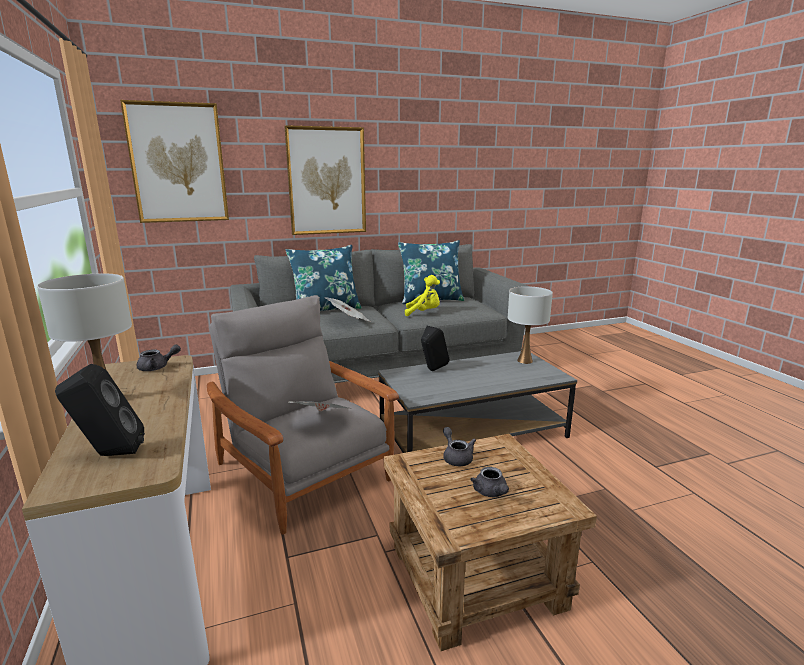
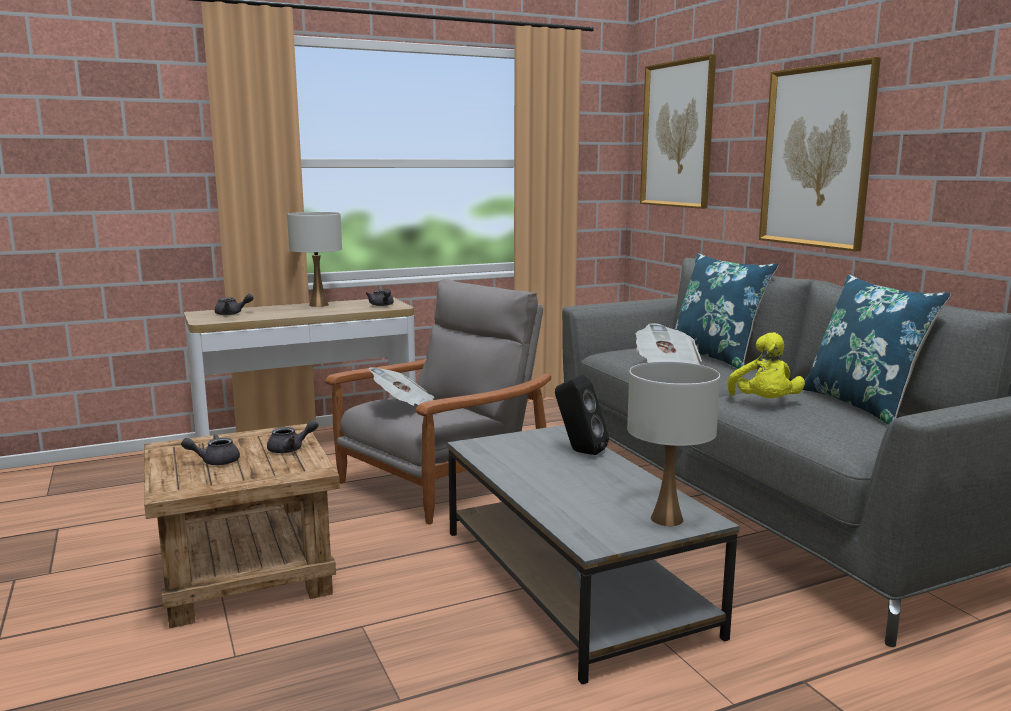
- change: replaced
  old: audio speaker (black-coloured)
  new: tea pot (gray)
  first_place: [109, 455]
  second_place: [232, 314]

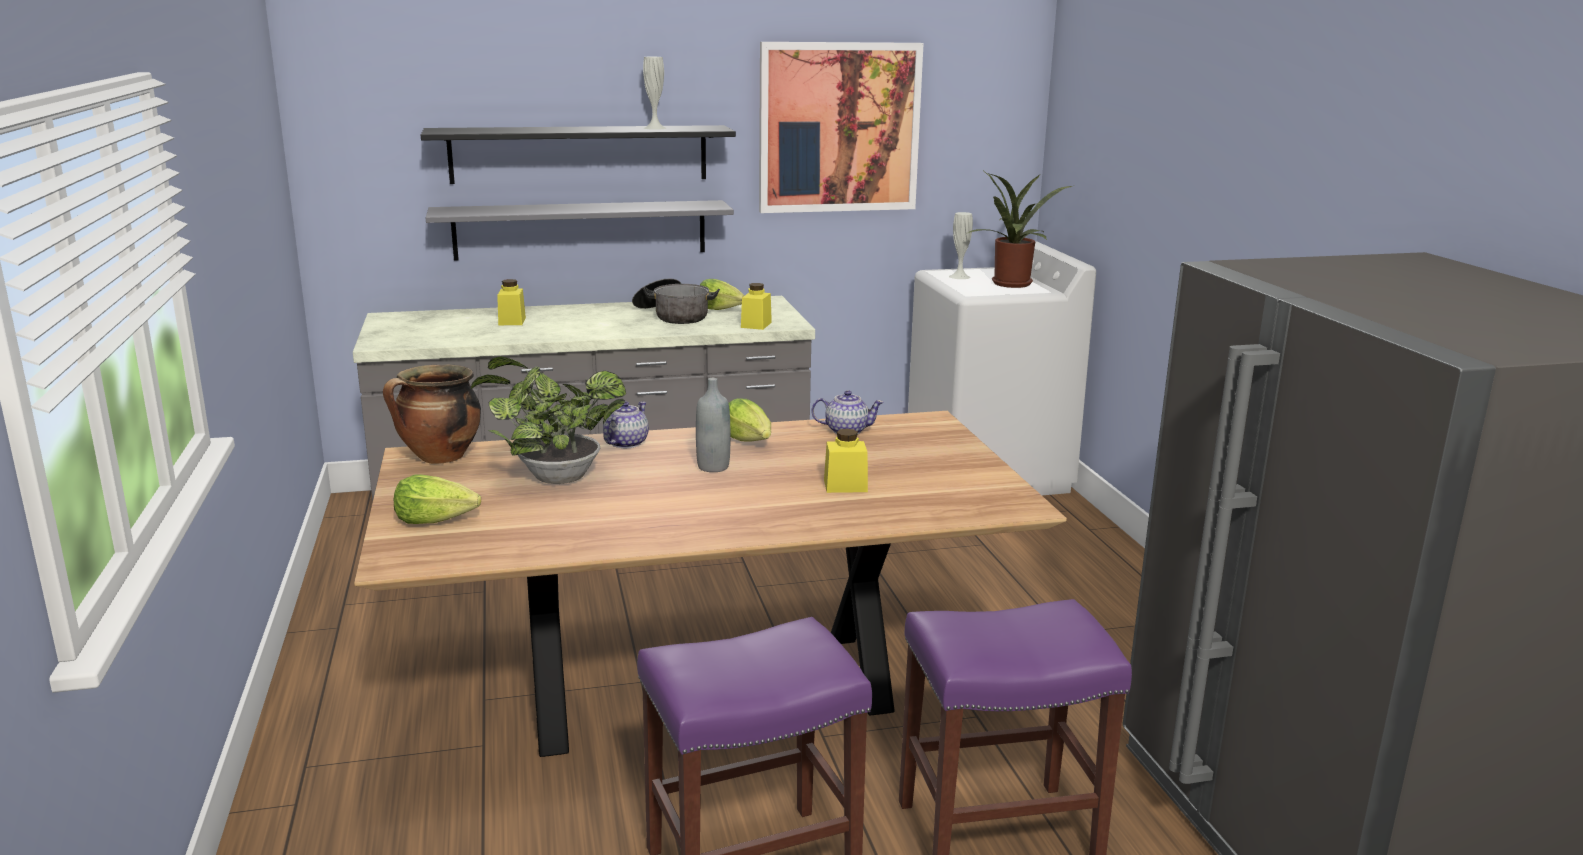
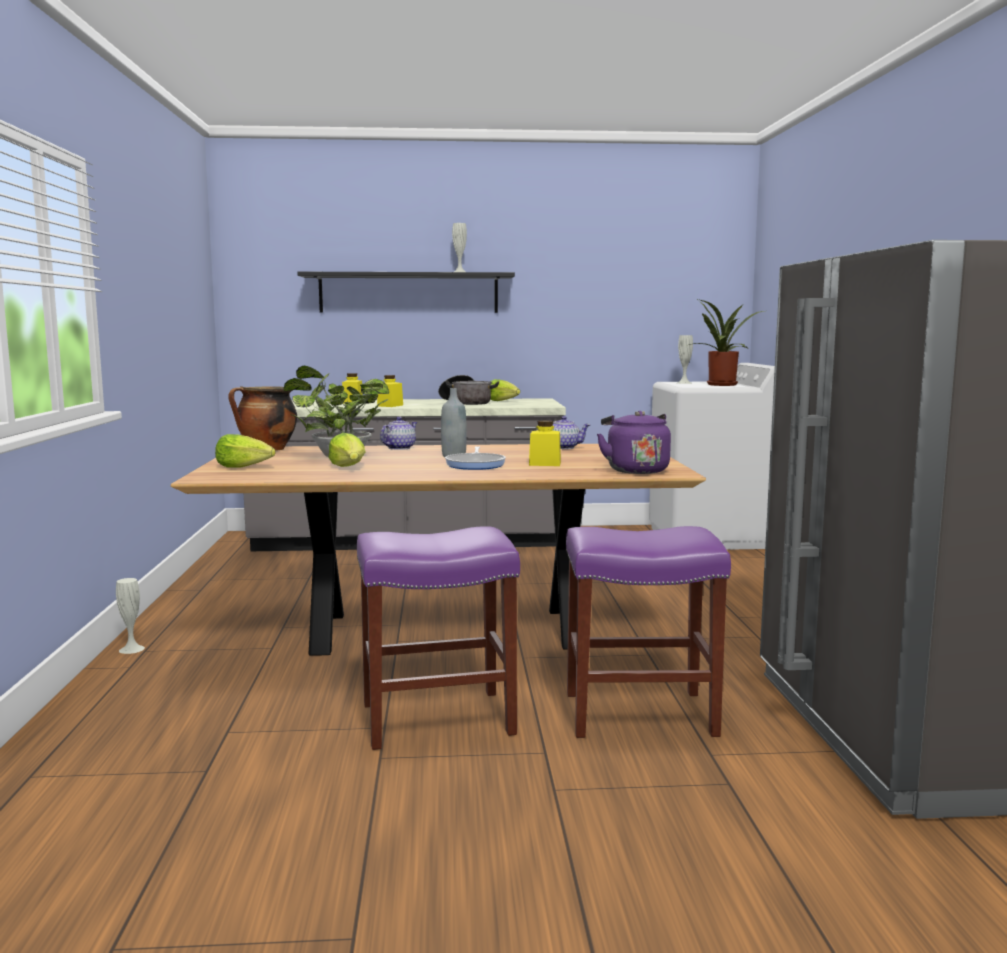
- change: removed
  old: wall shelf (gray)
  first_place: [580, 229]
- change: removed
  old: wall art
  first_place: [839, 128]
- change: added
  new: vase (white)
  second_place: [131, 649]
- change: added
  new: skillet
  second_place: [476, 465]
- change: added
  new: tea kettle (purplish)
  second_place: [635, 470]
- change: moved
  old: lettuce
  first_place: [749, 440]
  second_place: [349, 467]
- change: moved
  old: preserve jar (yellowish)
  first_place: [756, 325]
  second_place: [390, 405]

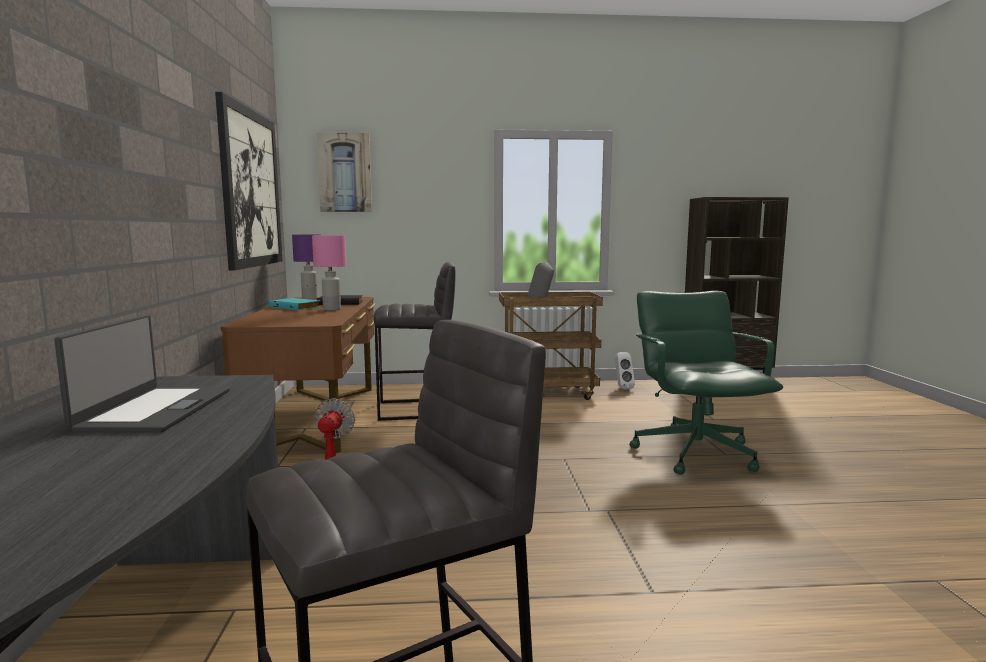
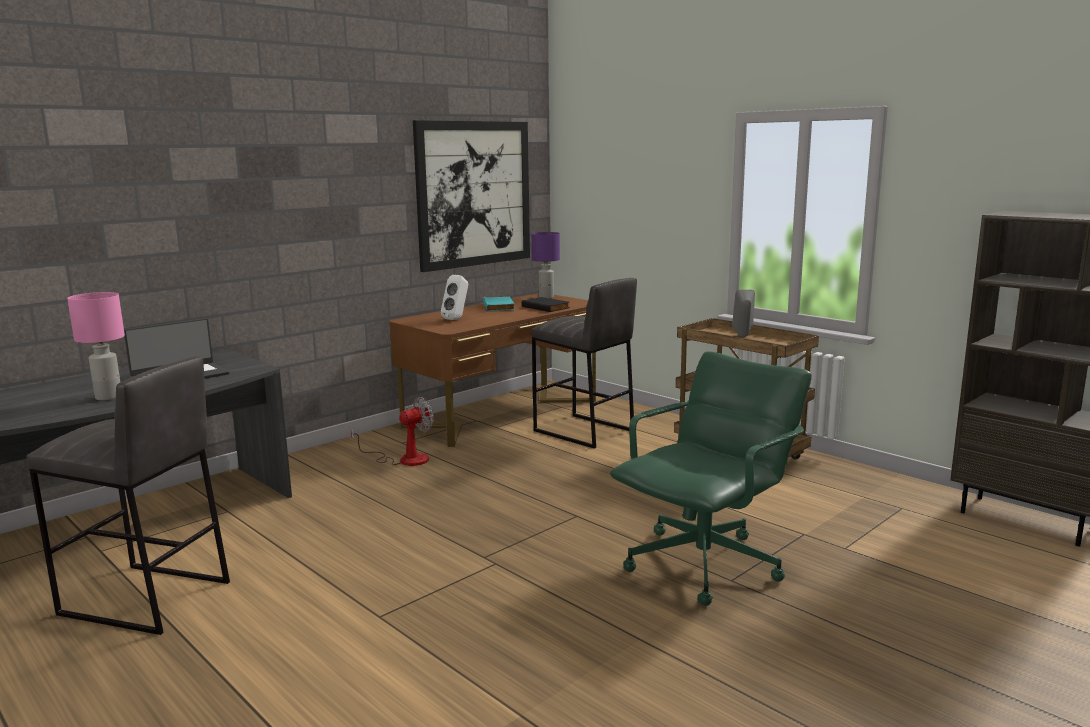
- change: removed
  old: wall art
  first_place: [345, 173]
- change: moved
  old: lamp for a table (pink)
  first_place: [331, 309]
  second_place: [108, 397]
- change: moved
  old: audio speaker (white)
  first_place: [622, 388]
  second_place: [457, 319]

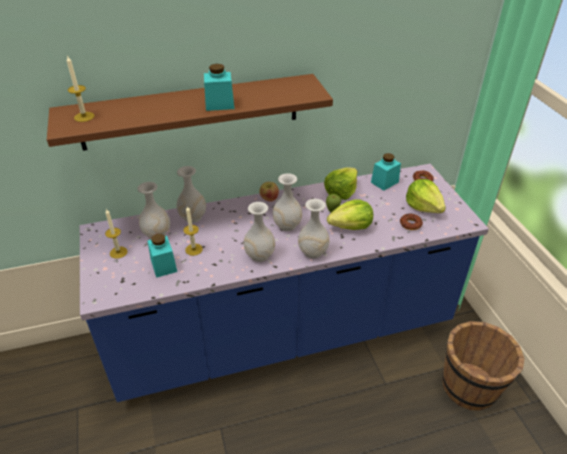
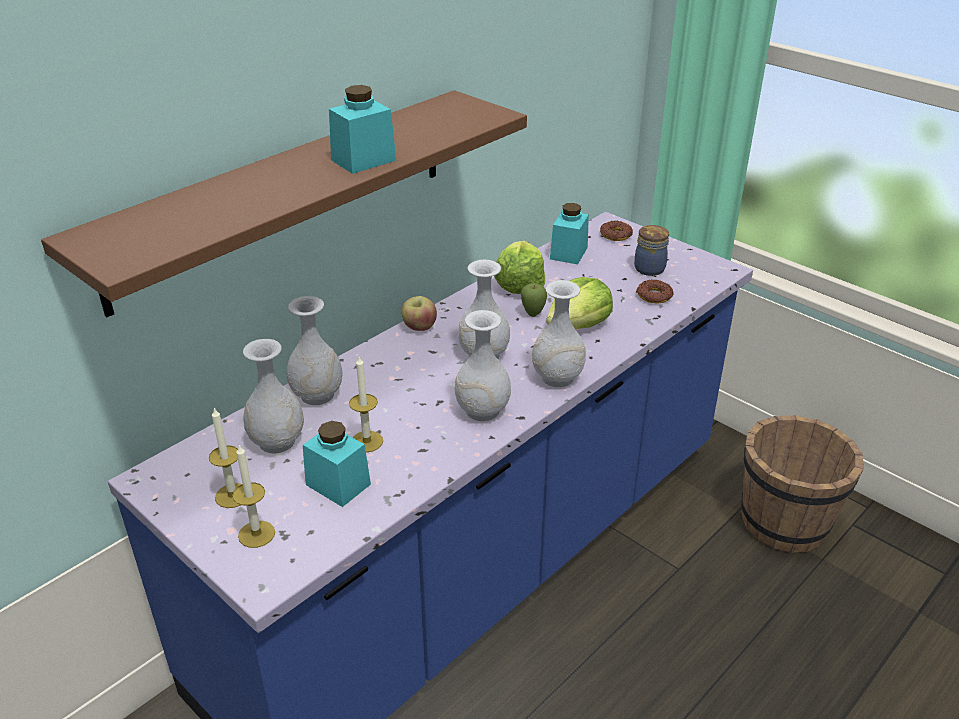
- change: moved
  old: candle
  first_place: [84, 117]
  second_place: [256, 534]
- change: replaced
  old: lettuce
  new: preserve jar
  first_place: [424, 206]
  second_place: [650, 268]

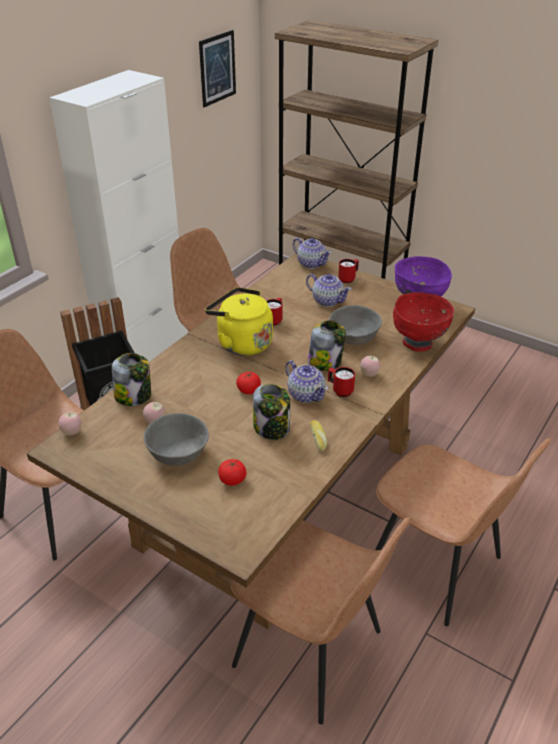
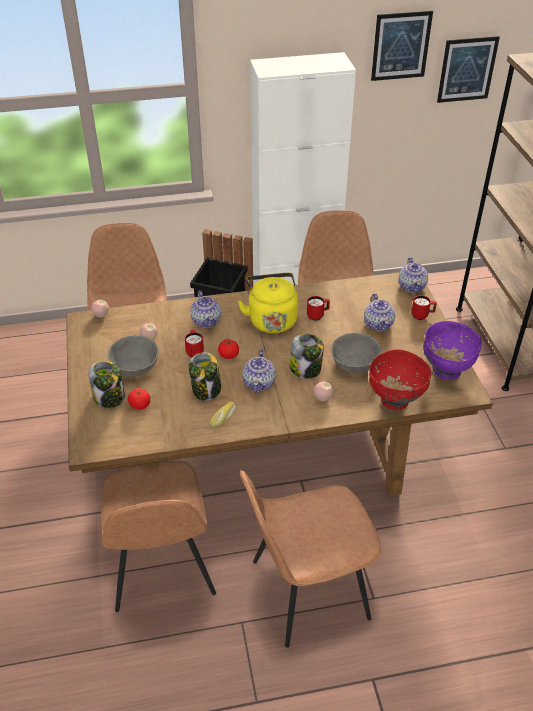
- change: added
  new: tea pot
  second_place: [206, 320]
- change: added
  new: wall art
  second_place: [401, 46]
- change: moved
  old: preserve jar
  first_place: [134, 396]
  second_place: [109, 397]
- change: moved
  old: coffee mug (reddish)
  first_place: [340, 390]
  second_place: [194, 351]
- change: turned
  old: plain chair (brownish)
  first_place: [436, 567]
  second_place: [306, 590]
  degrees: 75

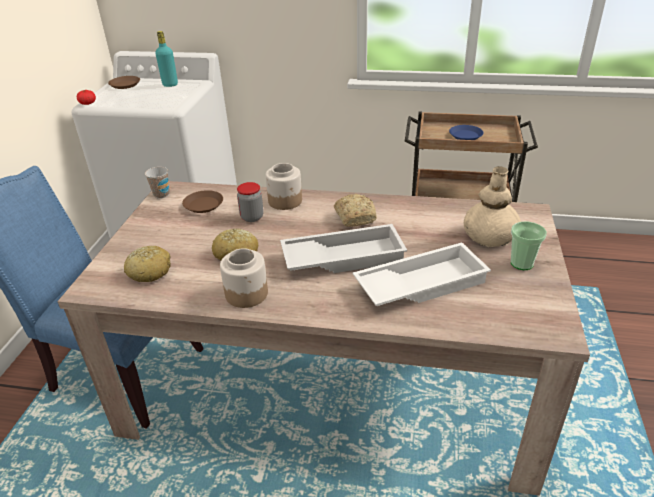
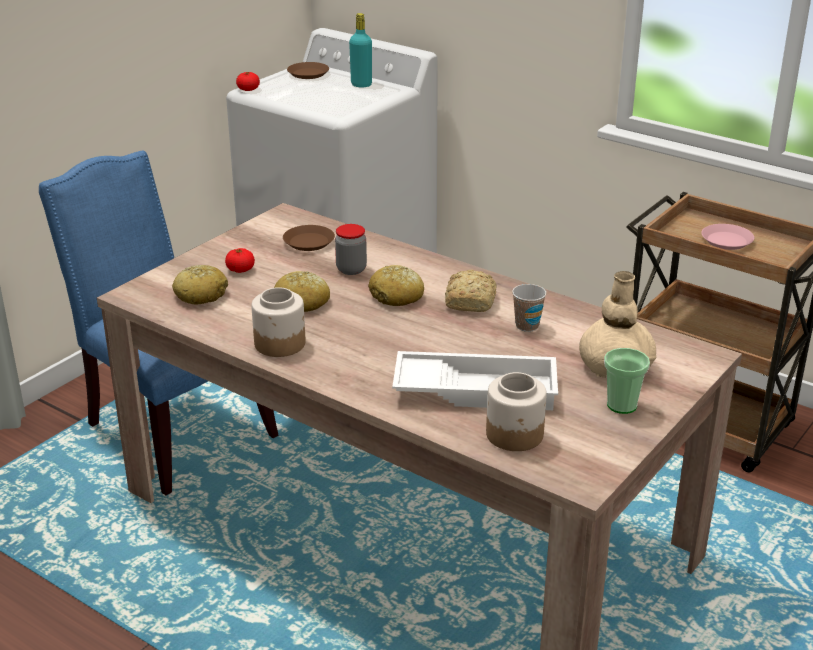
- change: removed
  old: carrying tray (white)
  first_place: [343, 256]
- change: added
  new: fresh tomato
  second_place: [240, 270]
- change: added
  new: baked bread
  second_place: [397, 296]
- change: moved
  old: drinking cup
  first_place: [161, 194]
  second_place: [527, 326]
- change: moved
  old: preserve jar
  first_place: [285, 201]
  second_place: [515, 435]
- change: recoloured
  old: plate (blue-coloured)
  new: plate (pink)
  first_place: [465, 135]
  second_place: [727, 241]

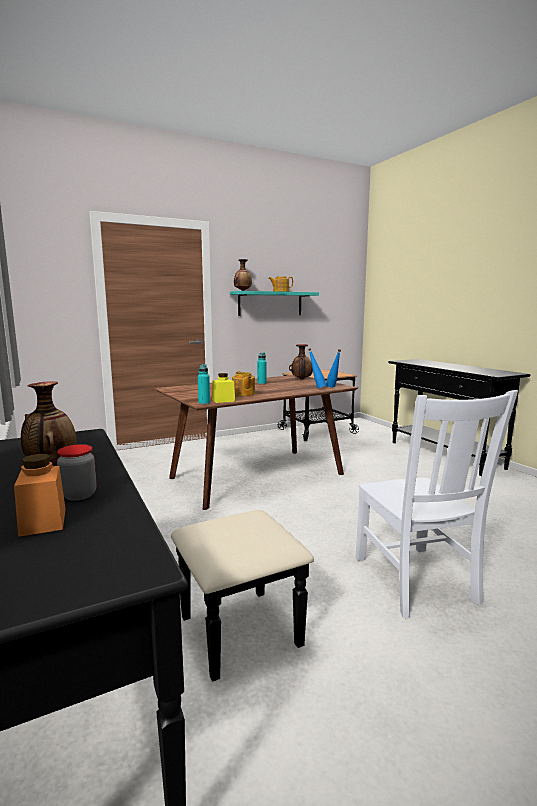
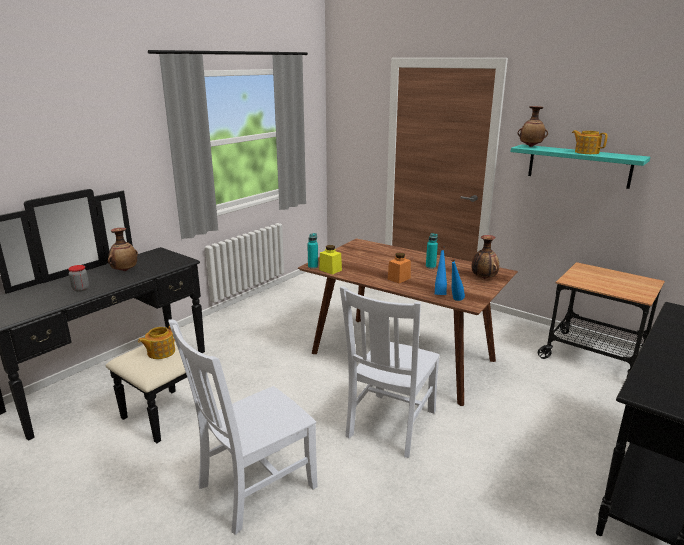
- change: added
  new: plain chair (white)
  second_place: [390, 425]
- change: moved
  old: preserve jar (orange)
  first_place: [43, 522]
  second_place: [399, 278]
- change: moved
  old: tea pot
  first_place: [243, 394]
  second_place: [160, 352]

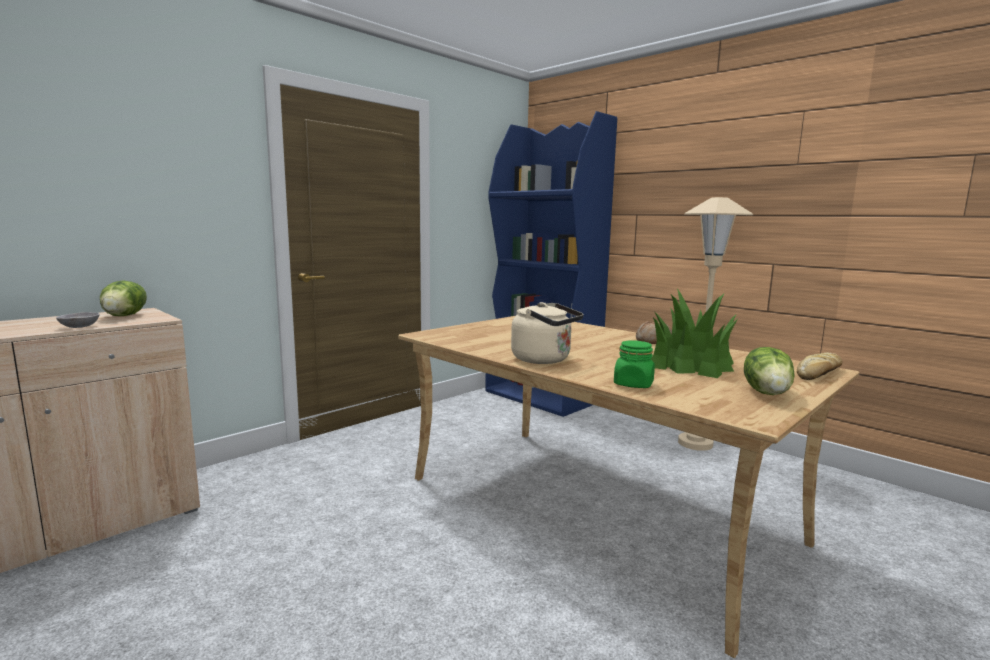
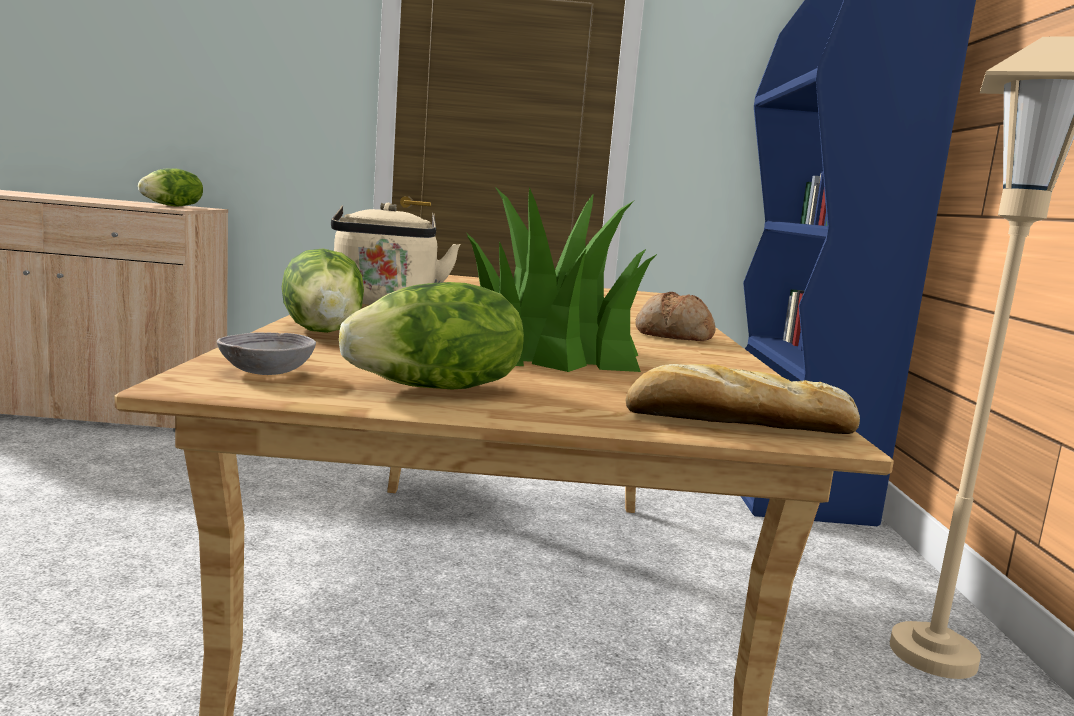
- change: moved
  old: deep dish (gray)
  first_place: [79, 327]
  second_place: [266, 373]
- change: replaced
  old: preserve jar (greenish)
  new: lettuce
  first_place: [633, 384]
  second_place: [324, 331]

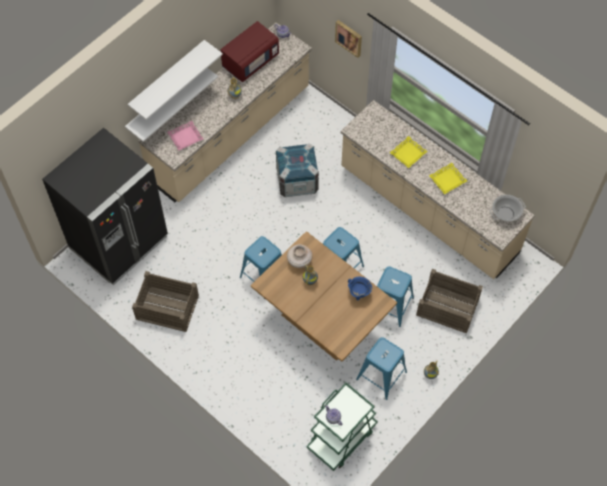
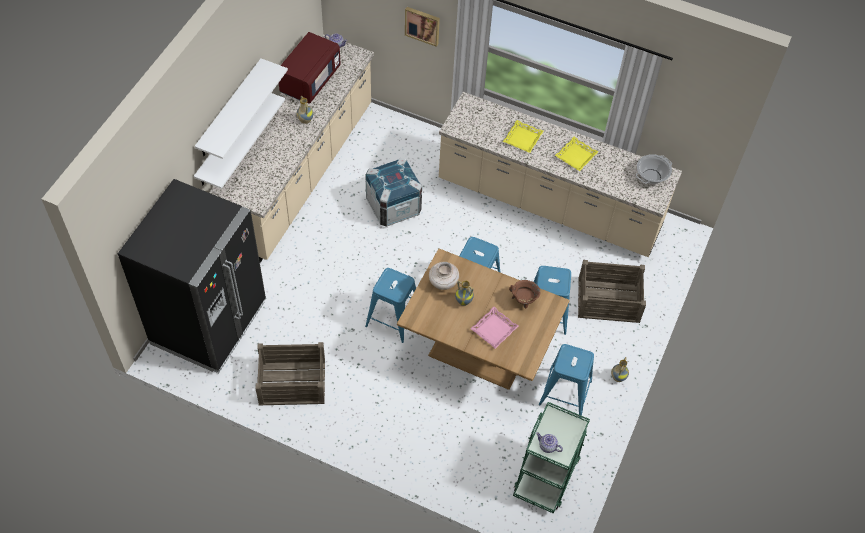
- change: moved
  old: carrying tray (pink)
  first_place: [185, 137]
  second_place: [494, 329]
- change: recoloured
  old: saucepot (blue-coloured)
  new: saucepot (brownish)
  first_place: [359, 293]
  second_place: [523, 301]

